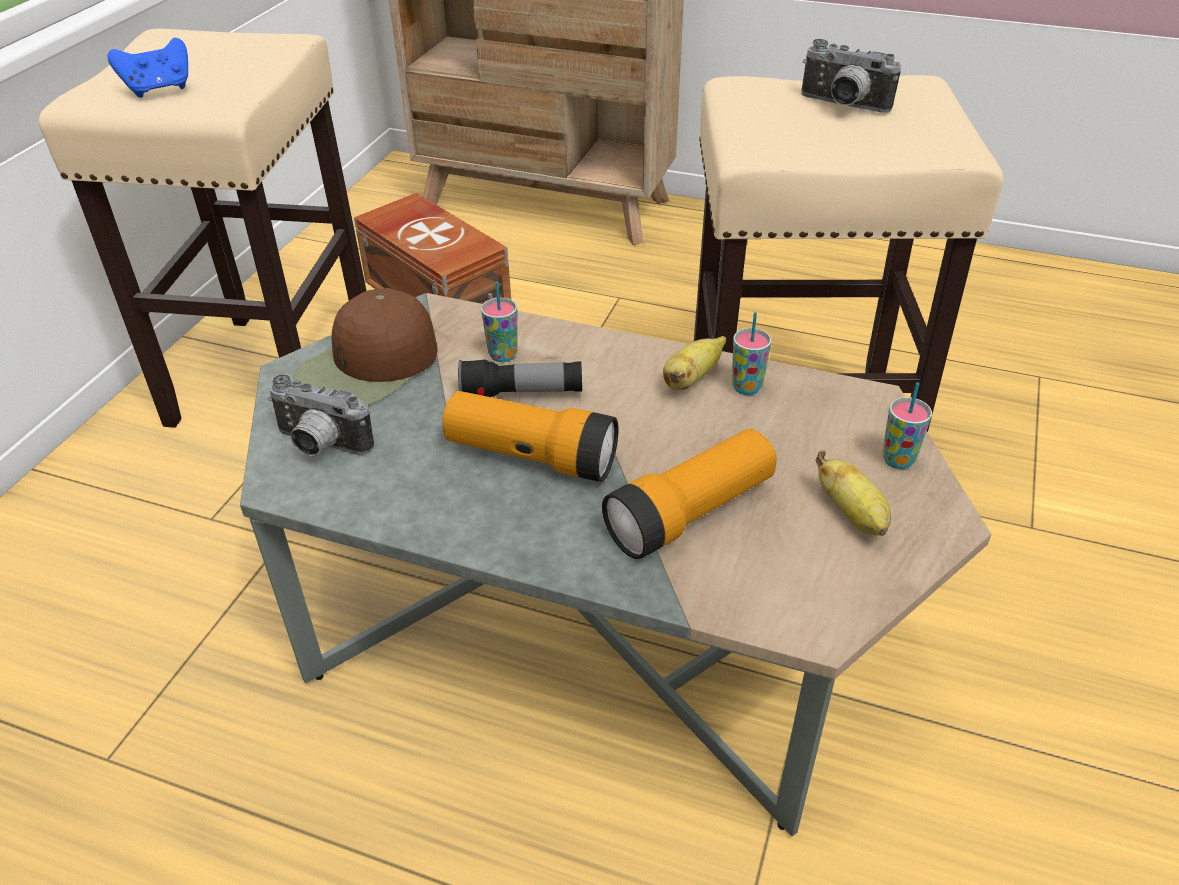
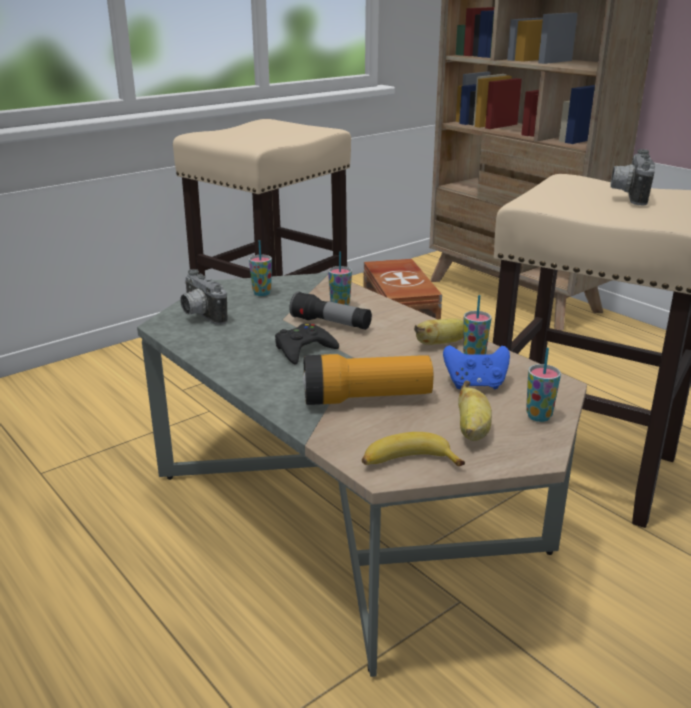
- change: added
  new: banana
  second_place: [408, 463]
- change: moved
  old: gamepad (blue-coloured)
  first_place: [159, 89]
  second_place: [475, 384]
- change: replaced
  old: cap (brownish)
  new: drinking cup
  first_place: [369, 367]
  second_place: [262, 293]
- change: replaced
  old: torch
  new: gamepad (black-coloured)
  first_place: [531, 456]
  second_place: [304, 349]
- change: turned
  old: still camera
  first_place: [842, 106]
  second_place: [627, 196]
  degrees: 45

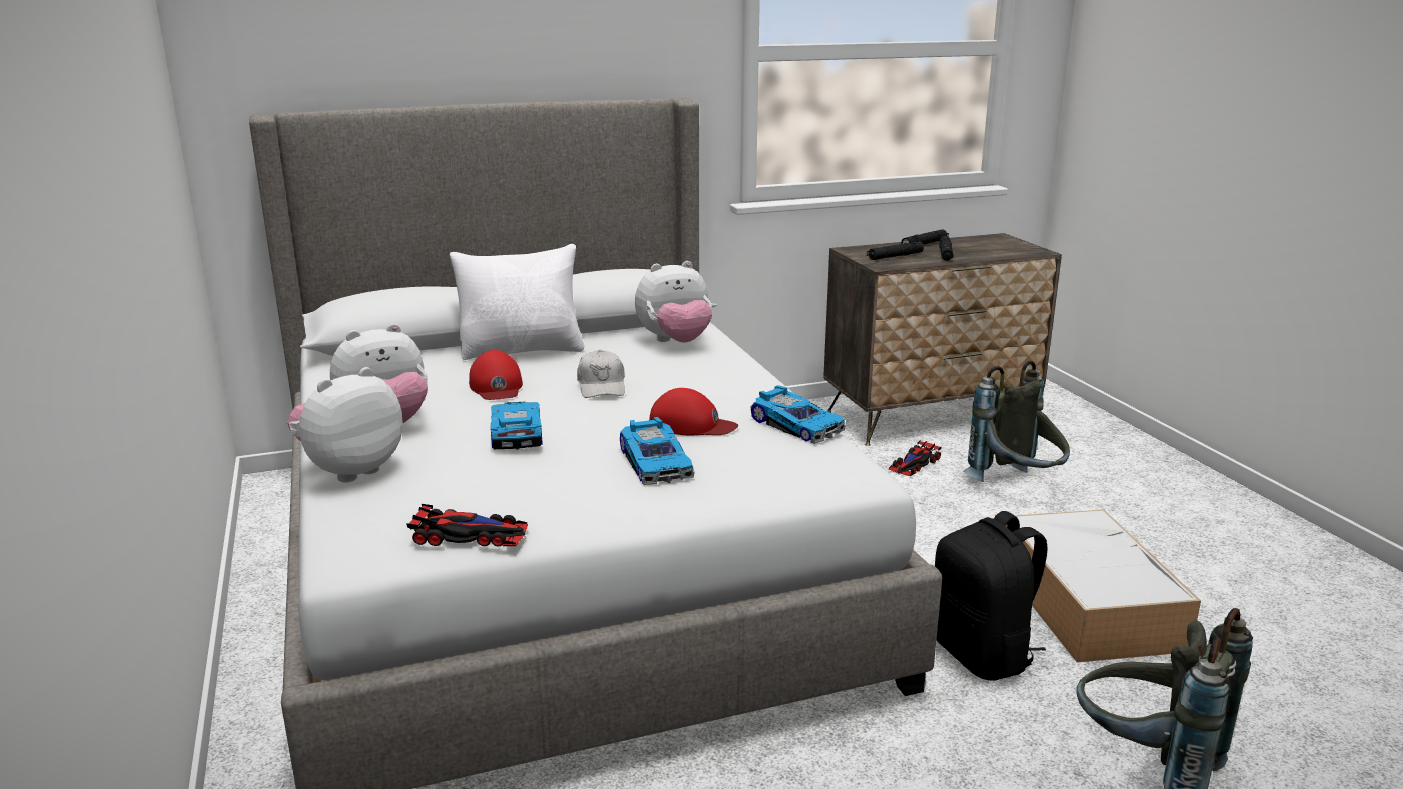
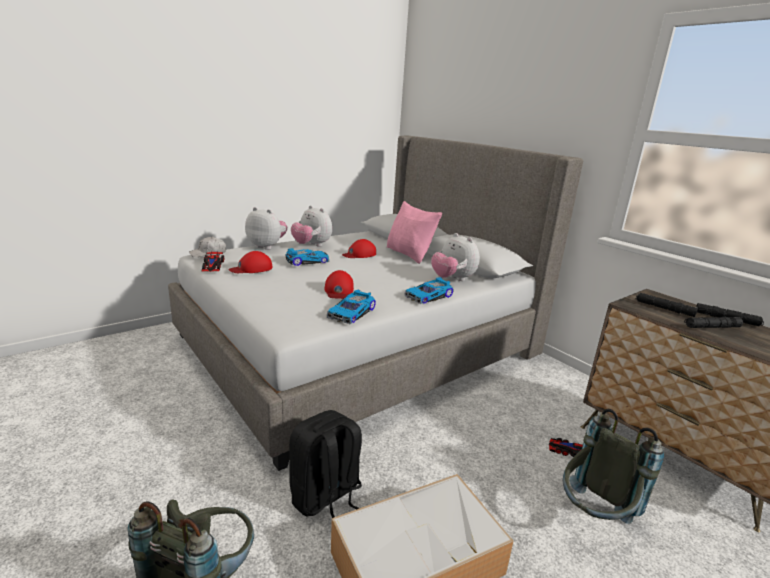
- change: added
  new: cap (reddish)
  second_place: [251, 268]
- change: moved
  old: cap (white)
  first_place: [602, 386]
  second_place: [208, 253]
- change: moved
  old: model car
  first_place: [657, 463]
  second_place: [429, 296]
- change: recoloured
  old: pillow (white)
  new: pillow (pink)
  first_place: [523, 350]
  second_place: [409, 254]

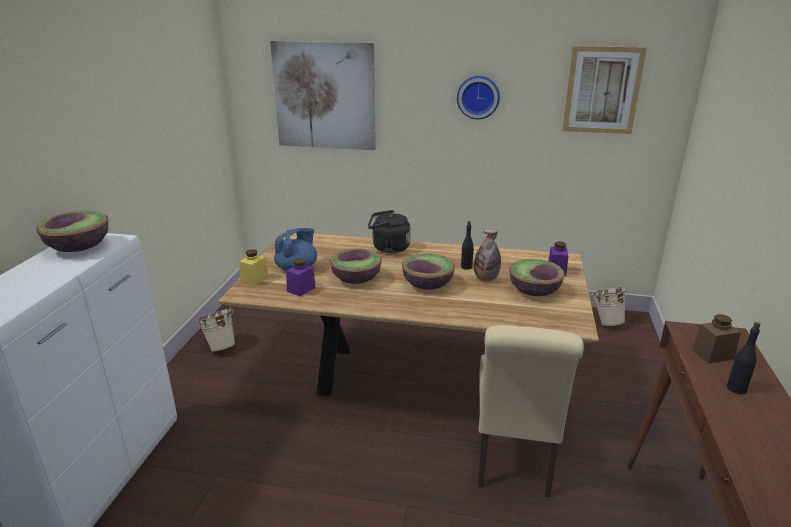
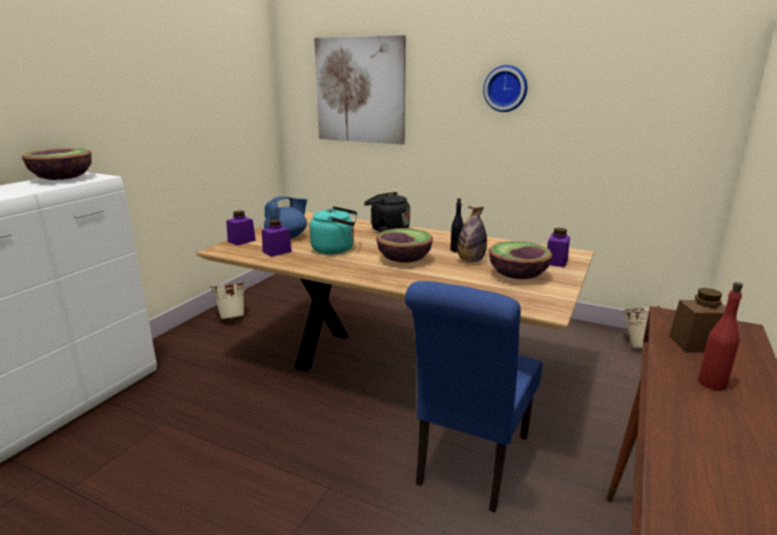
- change: removed
  old: wall art
  first_place: [602, 90]
- change: replaced
  old: deep dish
  new: tea kettle (turquoise)
  first_place: [356, 279]
  second_place: [336, 249]
- change: recoloured
  old: preserve jar (yellowish)
  new: preserve jar (purplish)
  first_place: [254, 279]
  second_place: [241, 241]
- change: recoloured
  old: plain chair (beige)
  new: plain chair (blue-coloured)
  first_place: [514, 459]
  second_place: [470, 464]
- change: recoloured
  old: beverage bottle (black-coloured)
  new: beverage bottle (reddish)
  first_place: [736, 388]
  second_place: [712, 383]

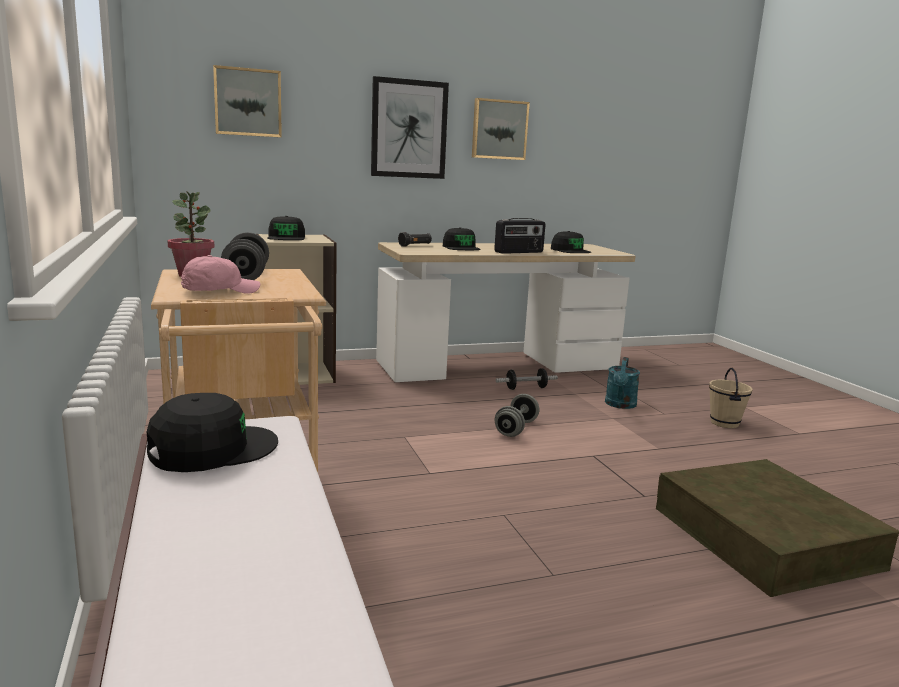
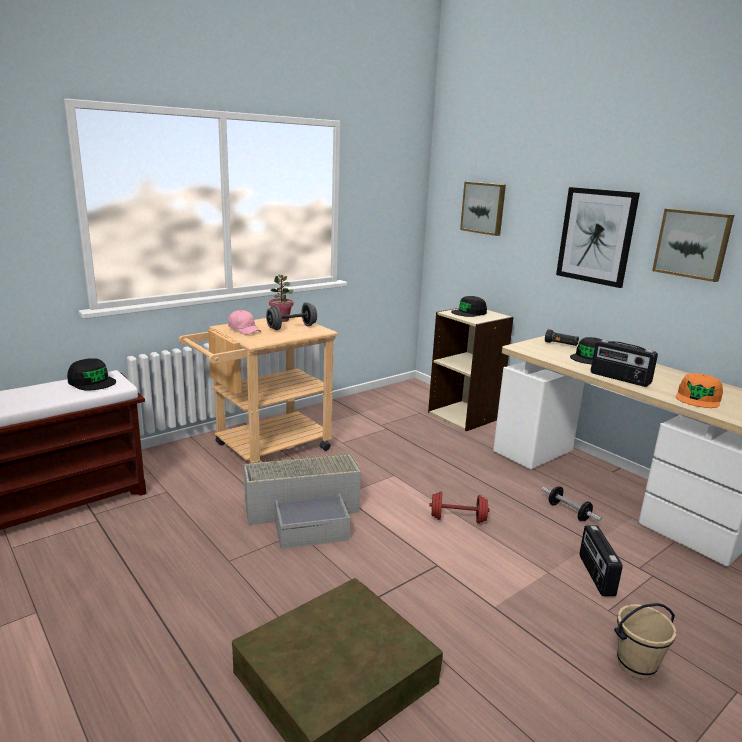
- change: added
  new: storage box (gray)
  second_place: [306, 513]
- change: replaced
  old: sprinkling can (turquoise)
  new: radio receiver
  first_place: [620, 405]
  second_place: [595, 575]
- change: recoloured
  old: hand weight (gray)
  new: hand weight (reddish)
  first_place: [516, 429]
  second_place: [458, 519]
- change: recoloured
  old: cap (black-coloured)
  new: cap (orange)
  first_place: [570, 250]
  second_place: [698, 398]

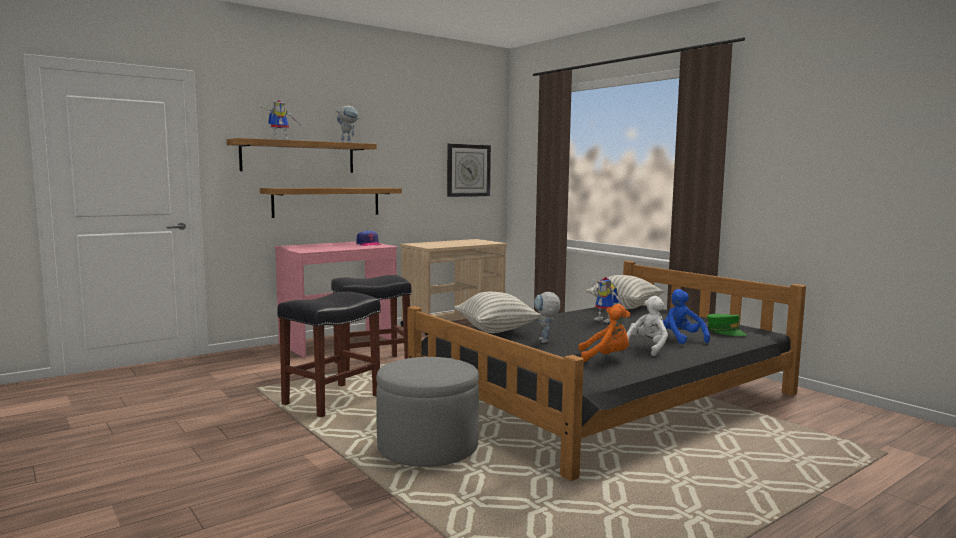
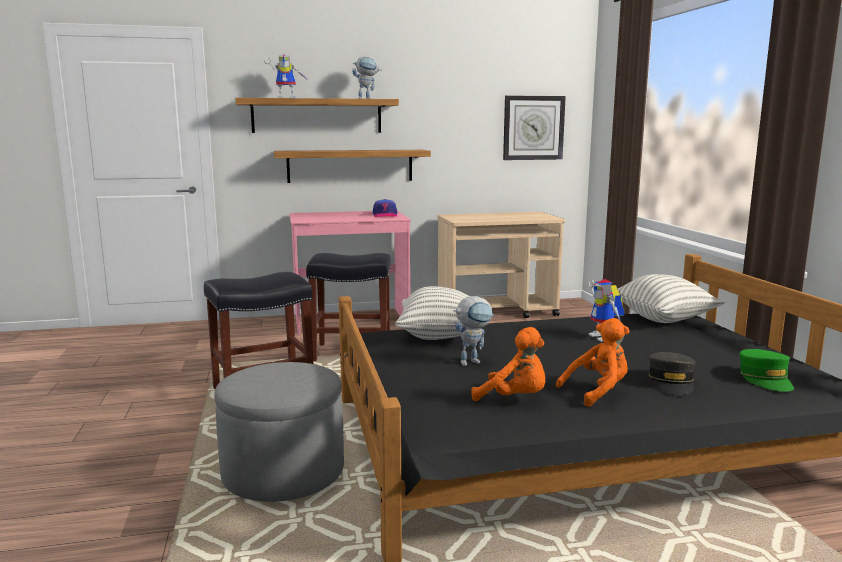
- change: replaced
  old: plush toy (blue-coloured)
  new: cap (gray)
  first_place: [680, 339]
  second_place: [671, 383]
- change: recoloured
  old: plush toy (white)
  new: plush toy (orange)
  first_place: [647, 348]
  second_place: [597, 392]
- change: turned
  old: robot figure
  first_place: [546, 342]
  second_place: [473, 361]
  degrees: -135

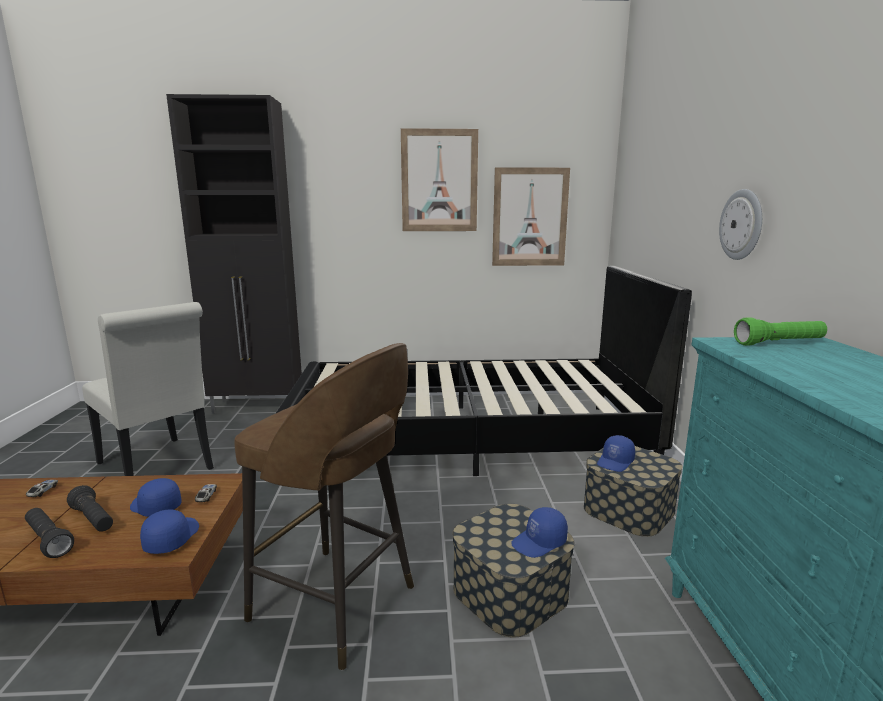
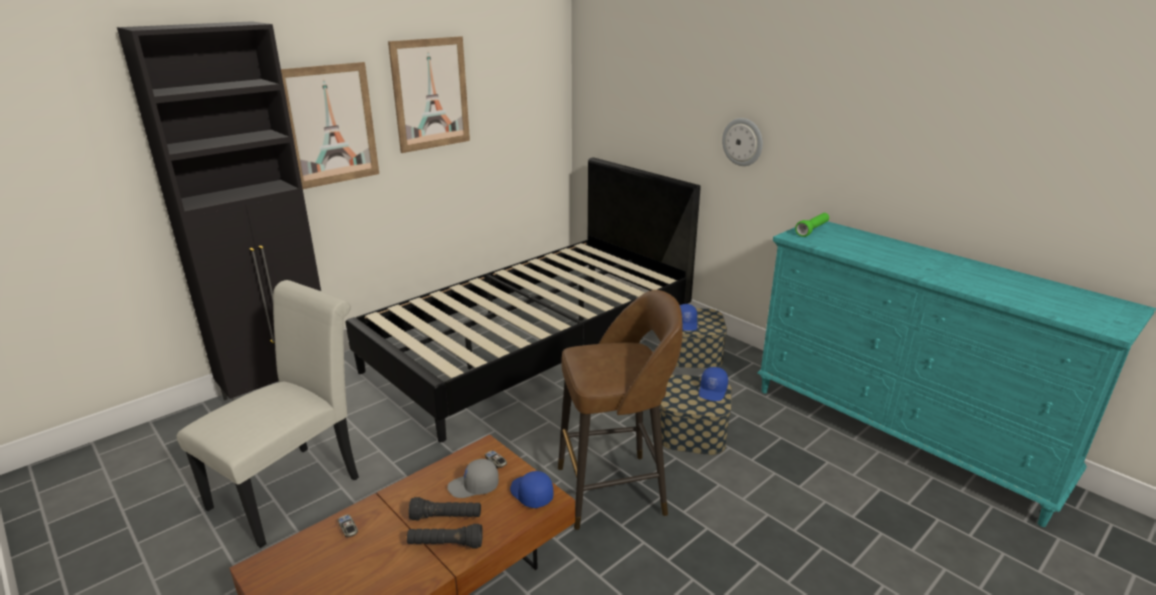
- change: moved
  old: wall art
  first_place: [530, 217]
  second_place: [330, 125]
- change: recoloured
  old: cap (blue-coloured)
  new: cap (gray)
  first_place: [155, 507]
  second_place: [473, 487]
- change: turned
  old: plain chair (white)
  first_place: [158, 469]
  second_place: [294, 487]
  degrees: -60

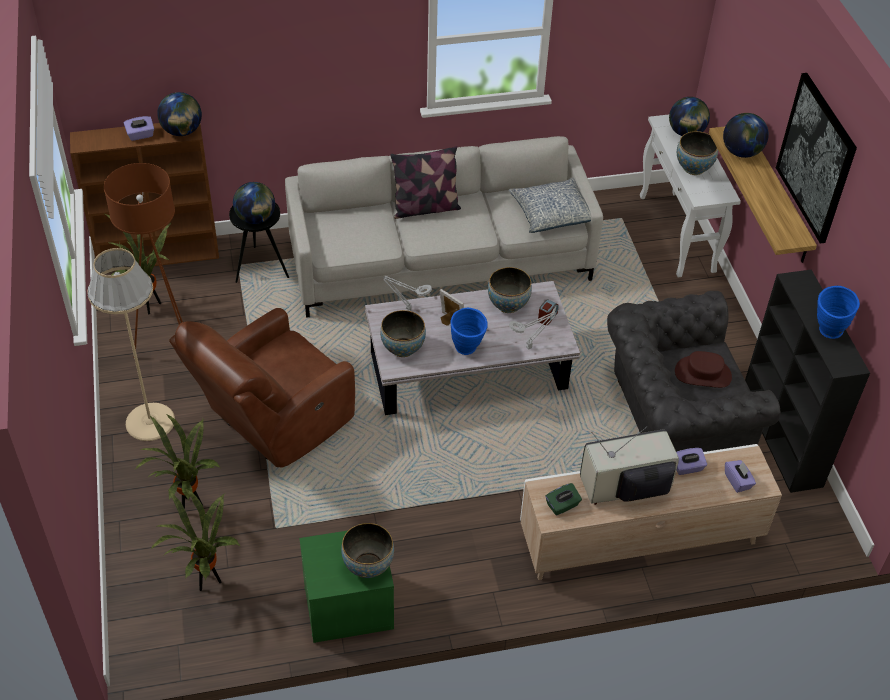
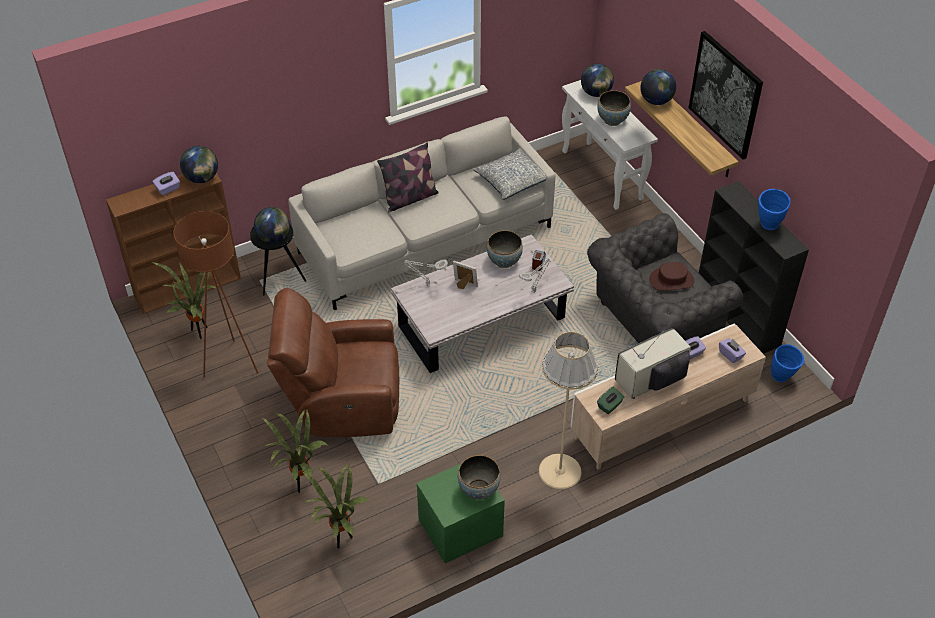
- change: removed
  old: deep dish
  first_place: [403, 348]
- change: moved
  old: standard lamp (beige)
  first_place: [150, 422]
  second_place: [560, 471]
- change: moved
  old: vase (blue-coloured)
  first_place: [467, 350]
  second_place: [782, 378]
- change: turned
  old: lounge chair (brownish)
  first_place: [273, 423]
  second_place: [342, 402]
  degrees: 60

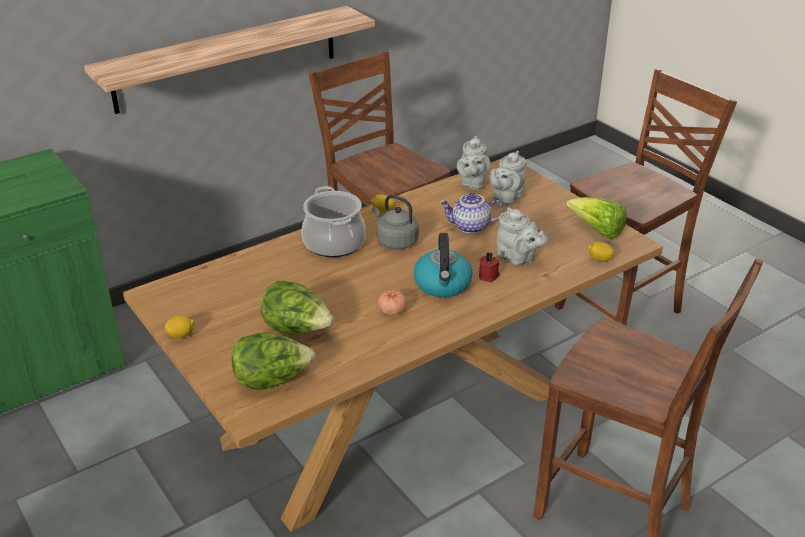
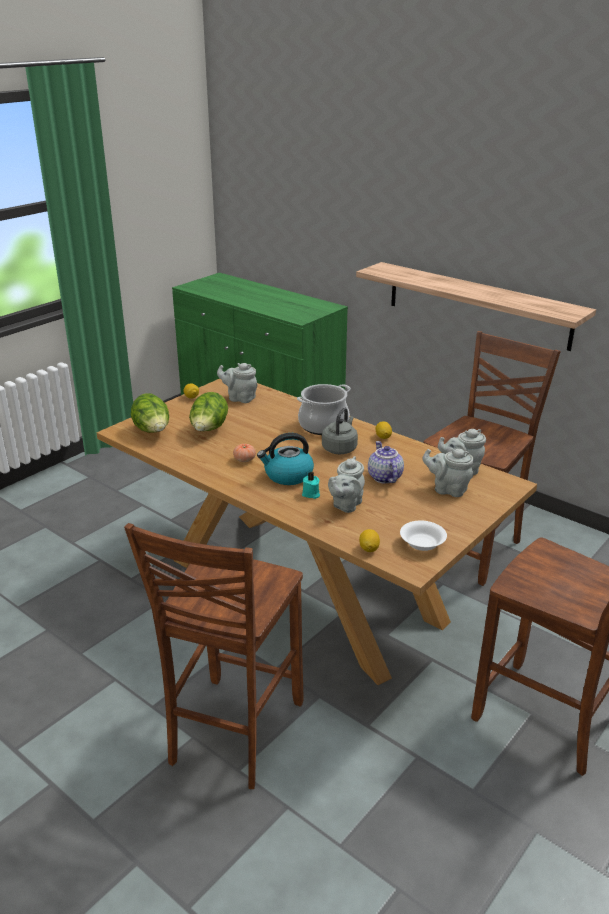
- change: added
  new: tea pot (gray)
  second_place: [240, 398]
- change: replaced
  old: lettuce
  new: deep dish (white)
  first_place: [597, 231]
  second_place: [421, 544]
- change: recoloured
  old: candle (reddish)
  new: candle (turquoise)
  first_place: [489, 276]
  second_place: [311, 494]

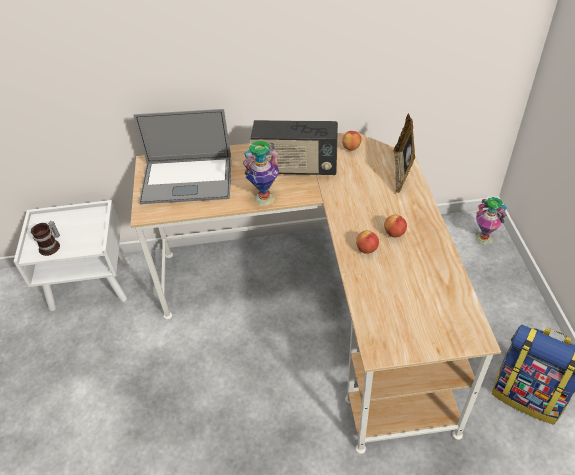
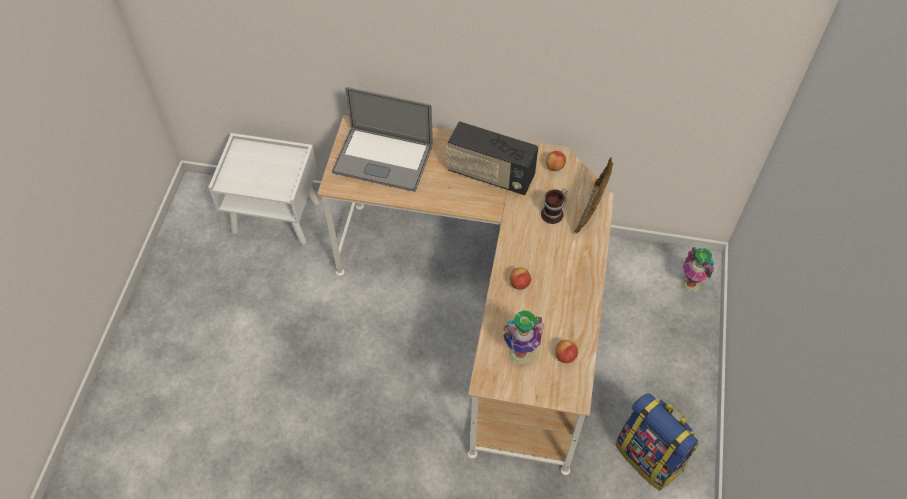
- change: moved
  old: coffee mug
  first_place: [51, 246]
  second_place: [554, 213]
- change: moved
  old: vase
  first_place: [264, 199]
  second_place: [520, 354]
- change: moved
  old: apple fruit
  first_place: [394, 233]
  second_place: [565, 356]

